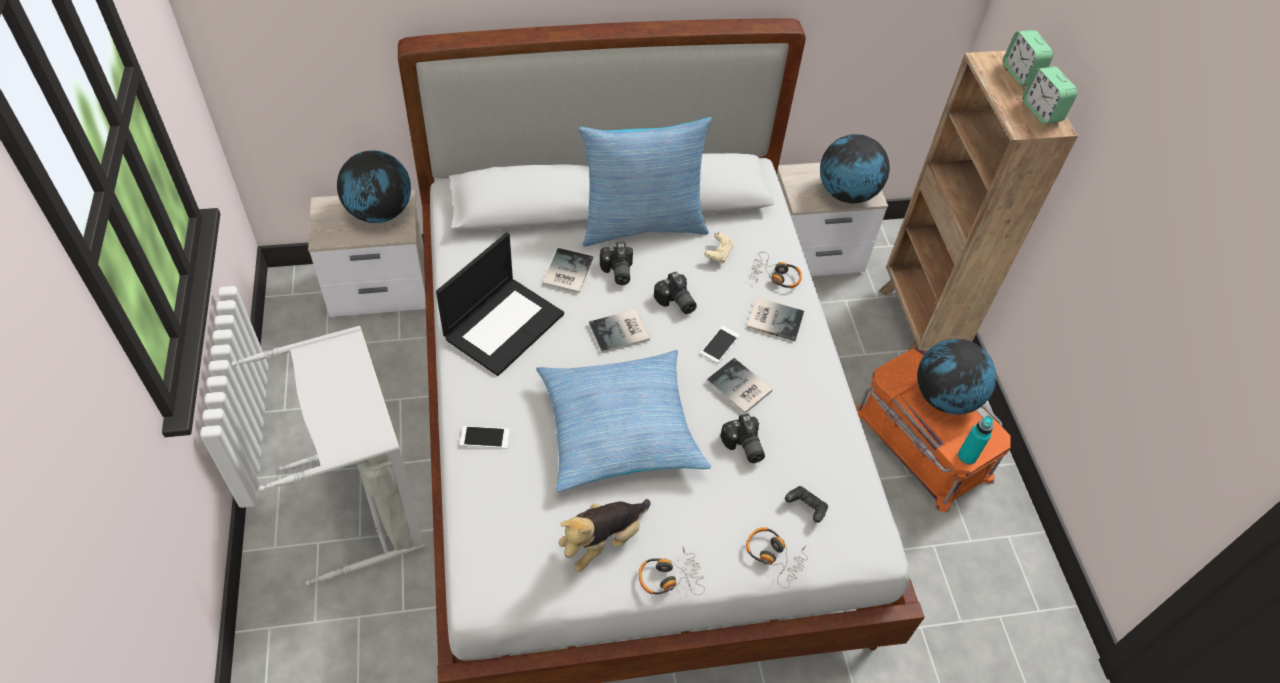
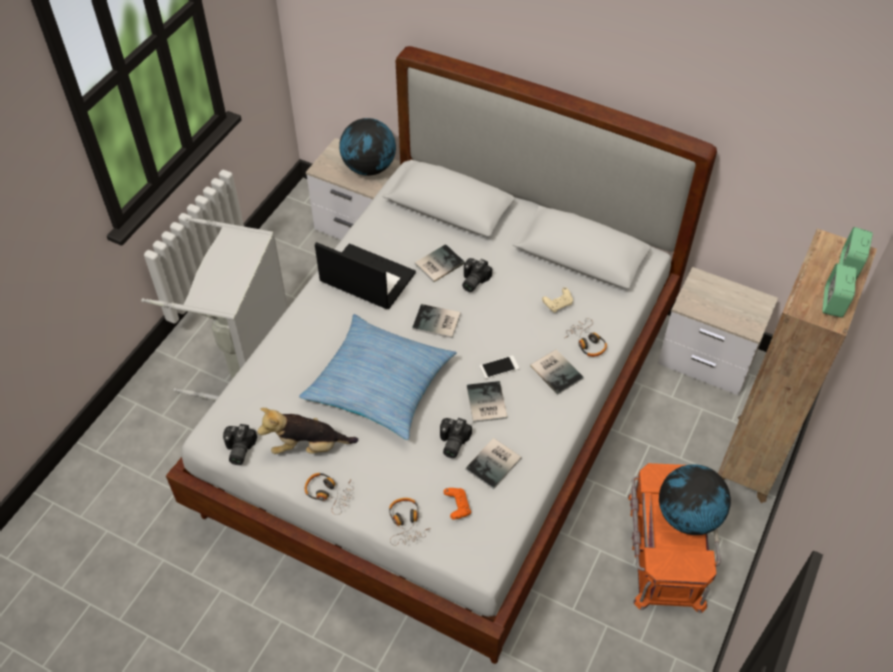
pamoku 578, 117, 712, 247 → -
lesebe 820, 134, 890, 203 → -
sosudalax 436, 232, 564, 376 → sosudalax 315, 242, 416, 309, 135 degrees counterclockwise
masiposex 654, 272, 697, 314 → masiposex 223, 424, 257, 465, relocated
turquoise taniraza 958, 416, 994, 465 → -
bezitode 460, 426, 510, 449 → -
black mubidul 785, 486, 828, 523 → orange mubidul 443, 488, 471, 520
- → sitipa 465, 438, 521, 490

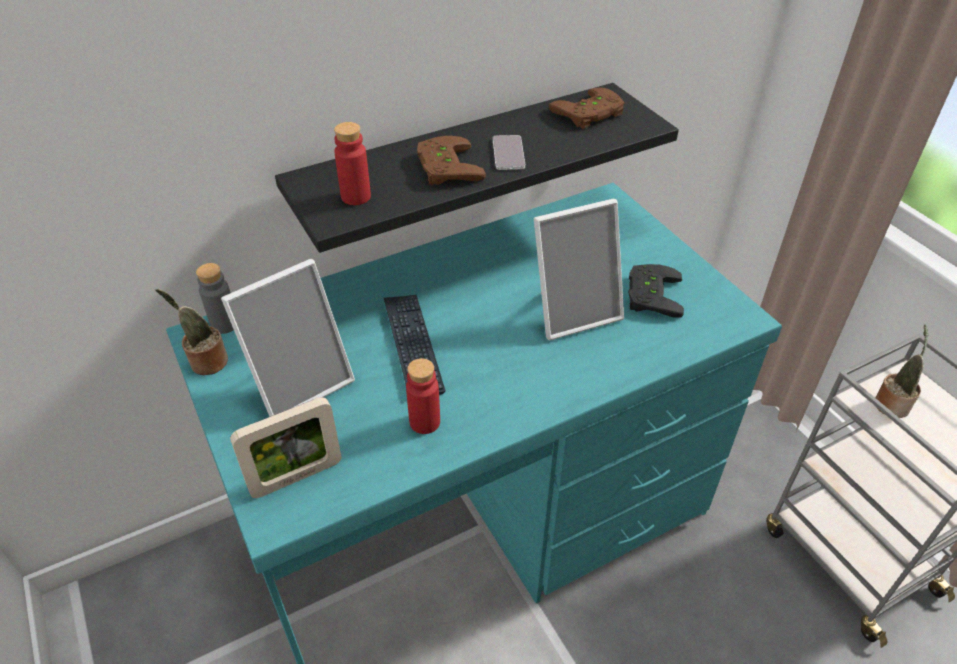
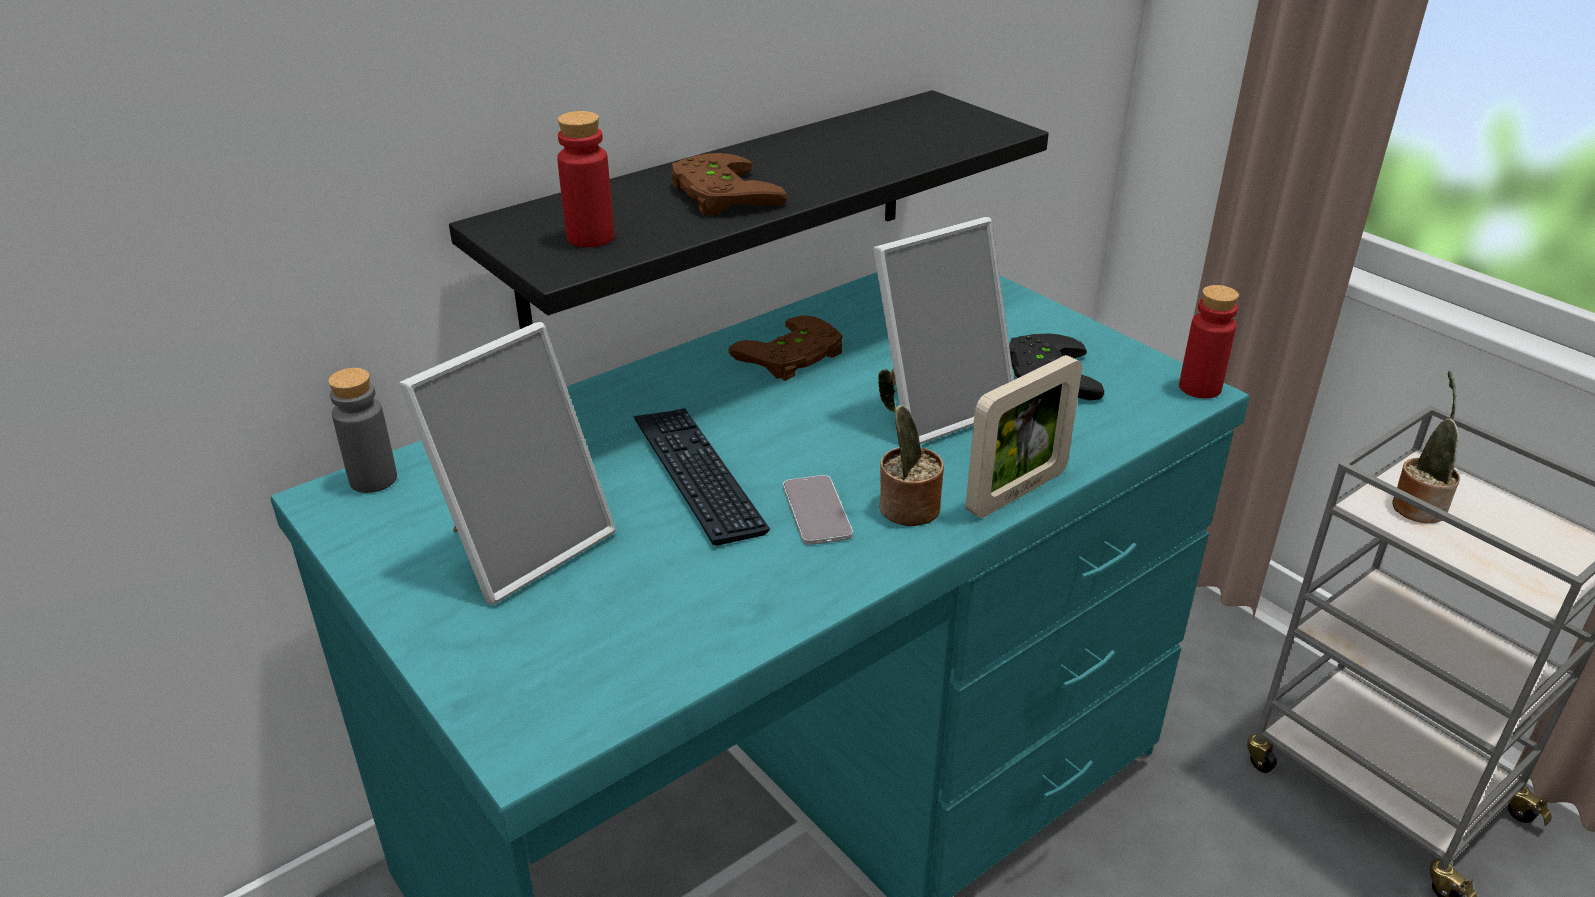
brown mubidul 549, 87, 625, 129 → brown mubidul 729, 315, 843, 381, relocated
bezitode 493, 135, 525, 170 → bezitode 783, 475, 853, 545, relocated
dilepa 155, 289, 228, 375 → dilepa 878, 369, 944, 526, relocated
red taniraza 406, 358, 440, 434 → red taniraza 1179, 285, 1239, 399, relocated
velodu 230, 397, 341, 498 → velodu 966, 355, 1082, 518, relocated

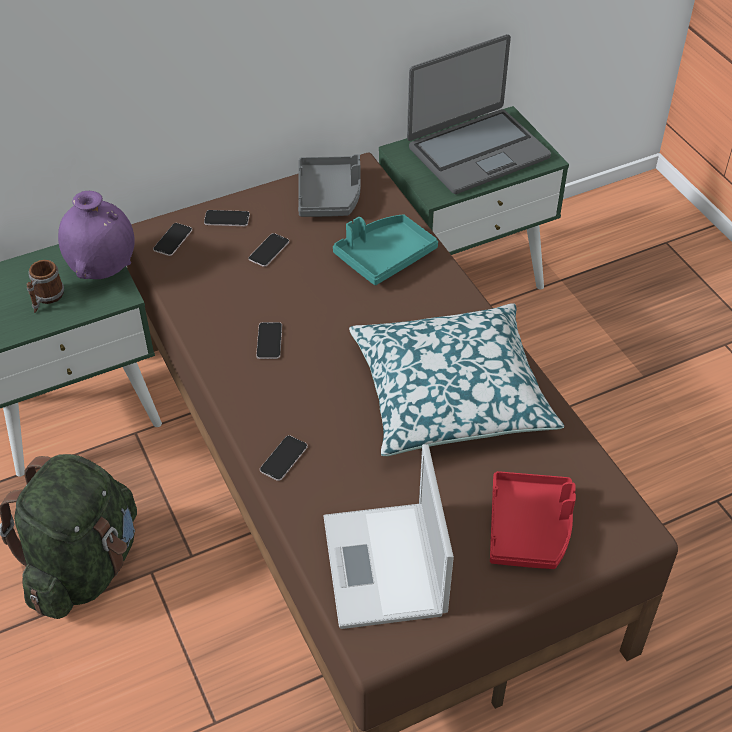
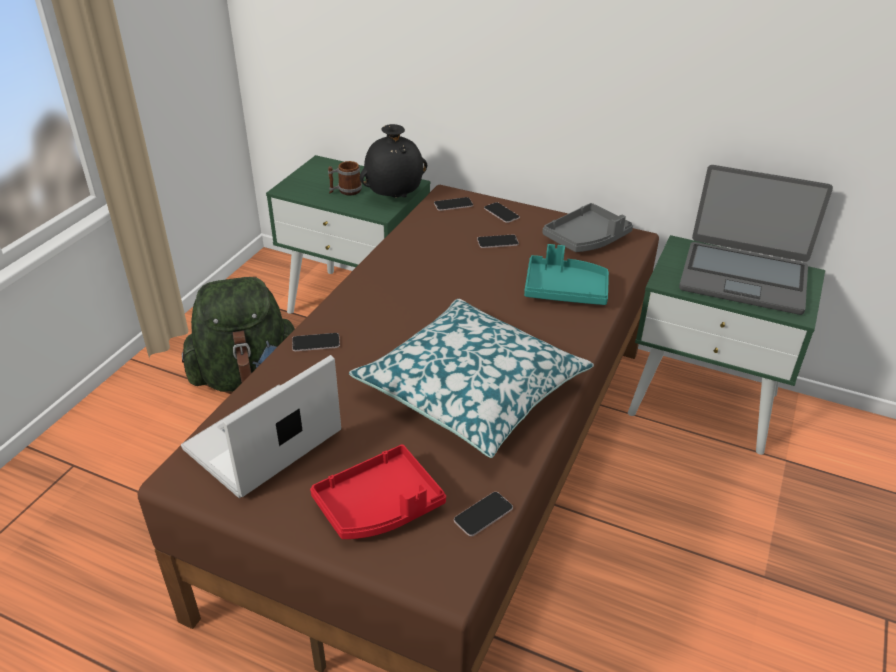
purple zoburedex 58, 191, 135, 279 → black zoburedex 360, 124, 427, 198
bezitode 256, 322, 282, 359 → bezitode 454, 492, 513, 537, relocated

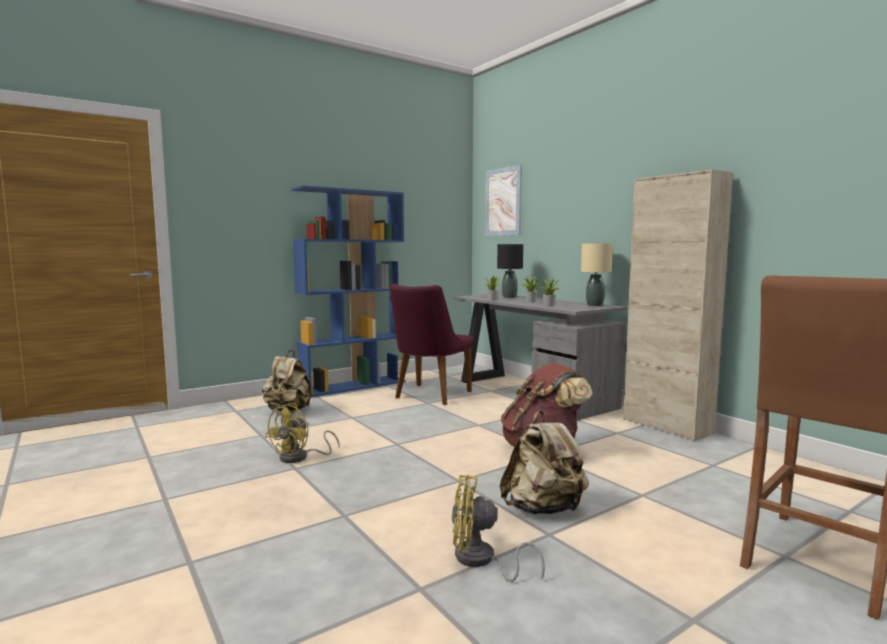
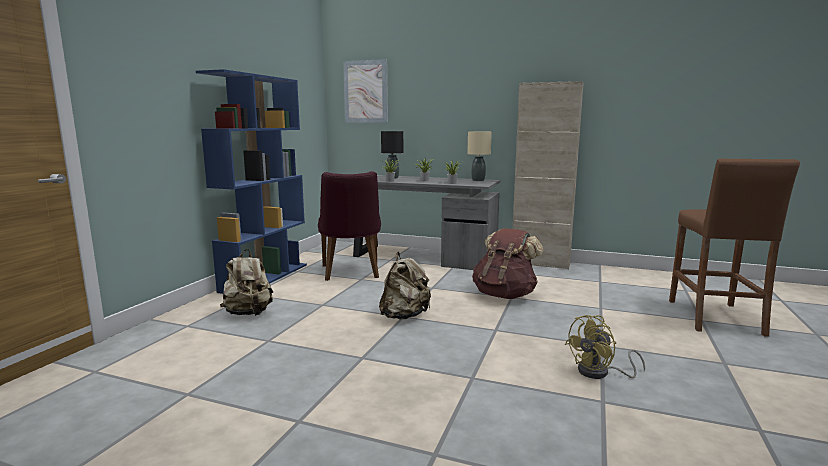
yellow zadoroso 265, 403, 340, 463 → -
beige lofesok 500, 410, 589, 514 → beige lofesok 379, 252, 431, 319, relocated

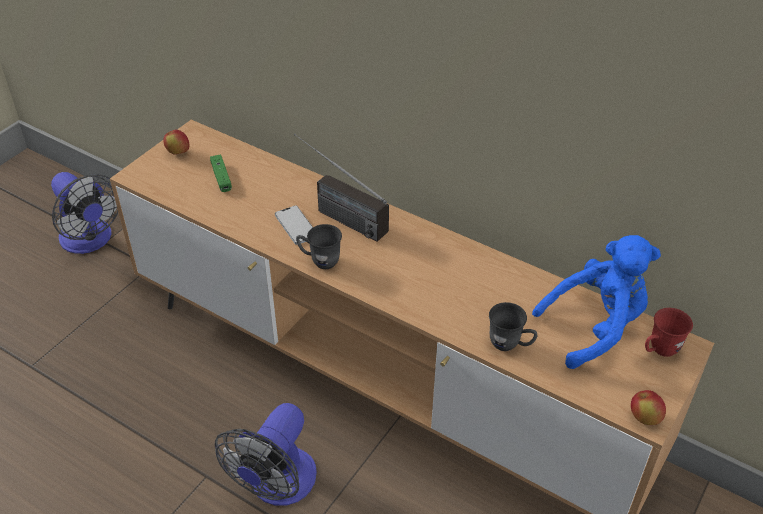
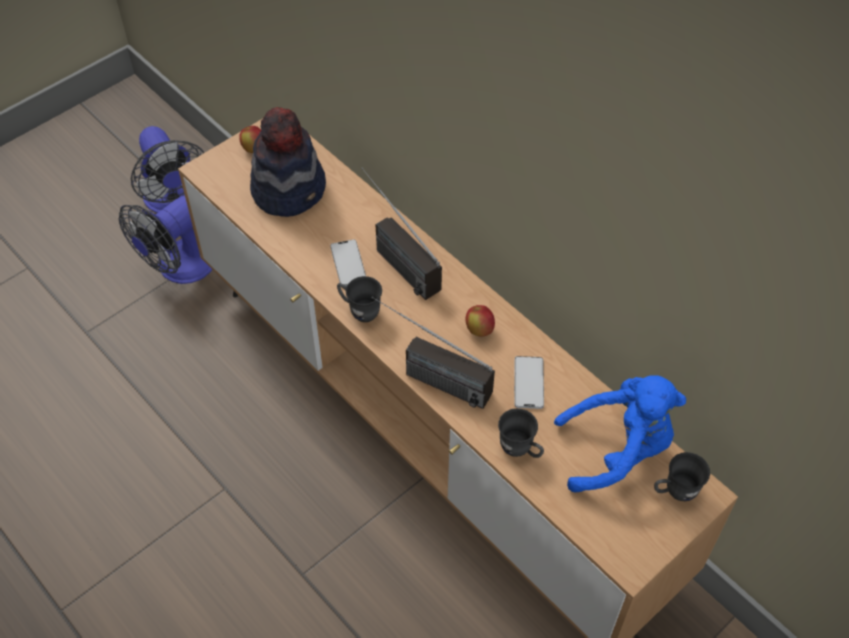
green mubidul 210, 154, 232, 192 → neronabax 250, 107, 326, 217
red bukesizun 645, 308, 693, 357 → grey bukesizun 654, 452, 710, 501
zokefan 631, 390, 666, 425 → zokefan 465, 305, 495, 337, relocated
zadoroso 215, 403, 317, 506 → zadoroso 119, 195, 212, 284, relocated
- → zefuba 372, 296, 495, 409
- → bezitode 514, 356, 544, 409

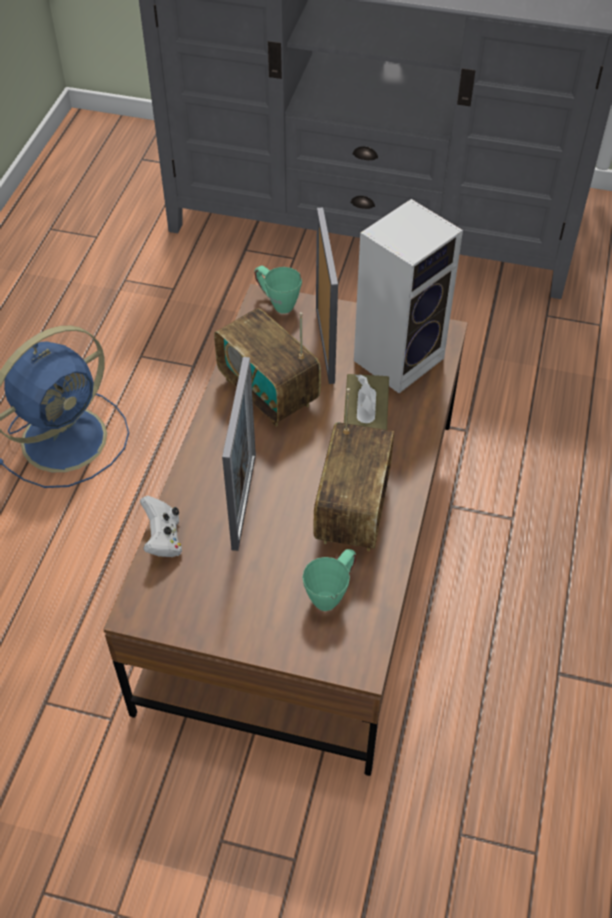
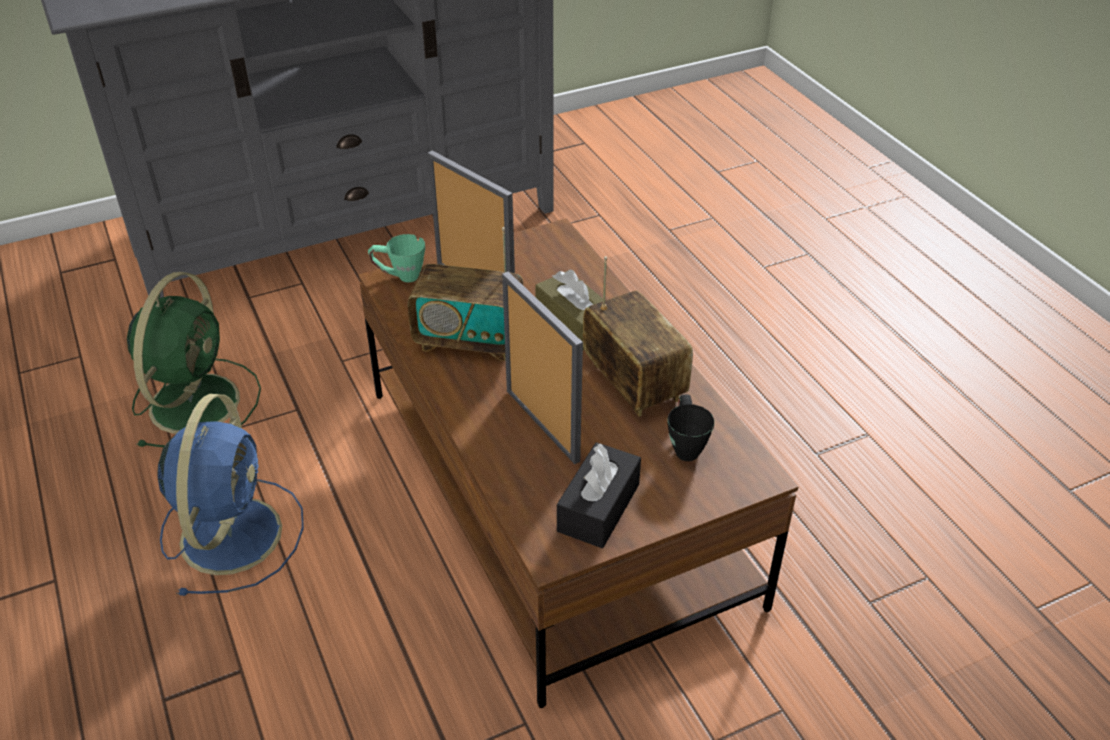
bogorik 354, 199, 463, 394 → -
white mubidul 140, 496, 182, 557 → -
green bukesizun 303, 549, 356, 611 → black bukesizun 668, 394, 714, 461
- → green zadoroso 127, 272, 261, 447
- → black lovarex 557, 442, 641, 548

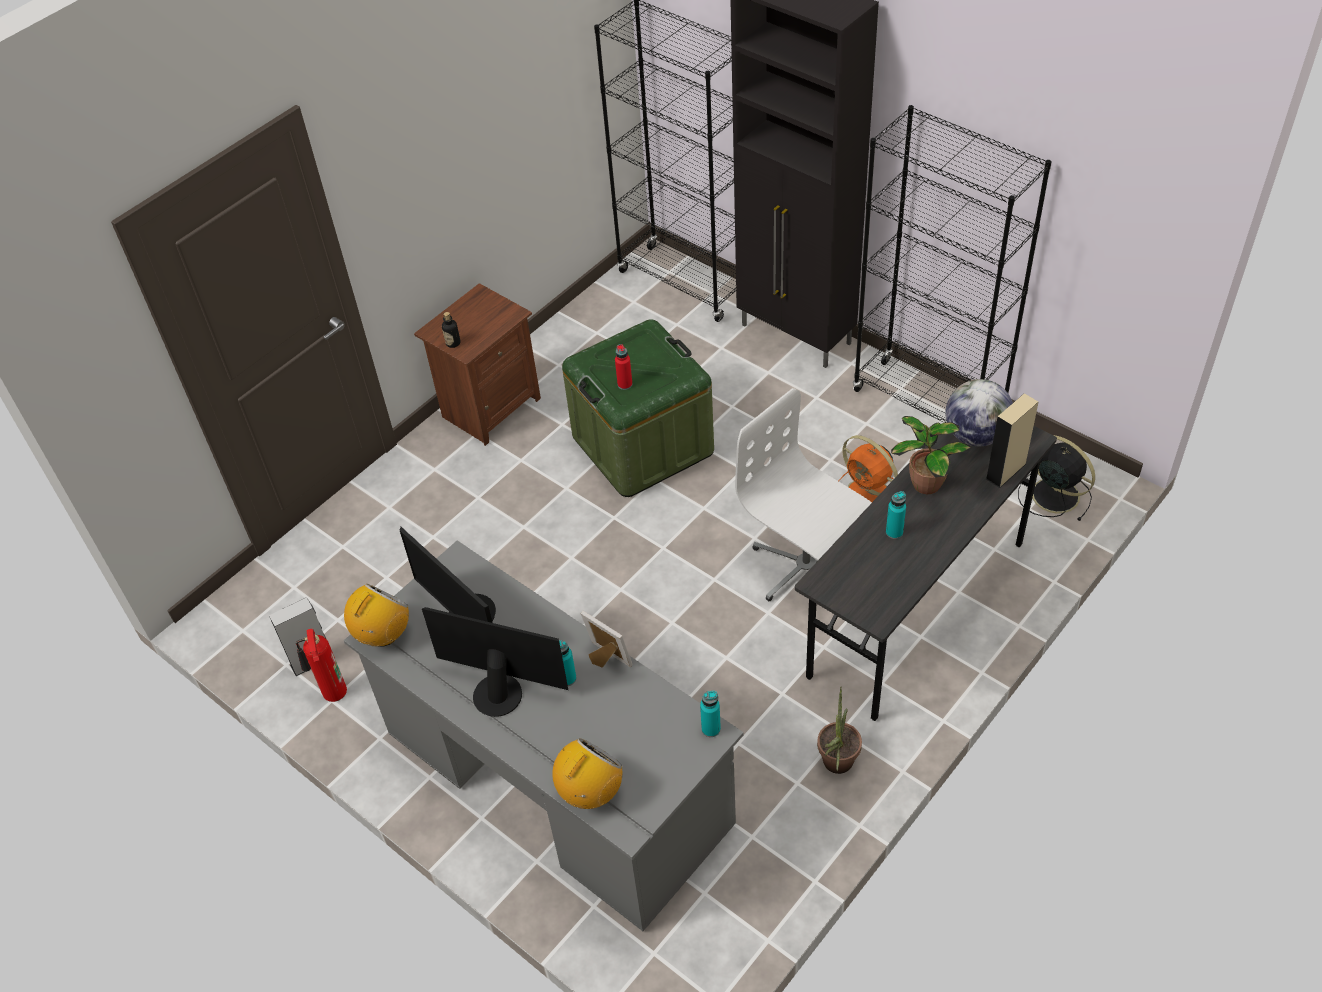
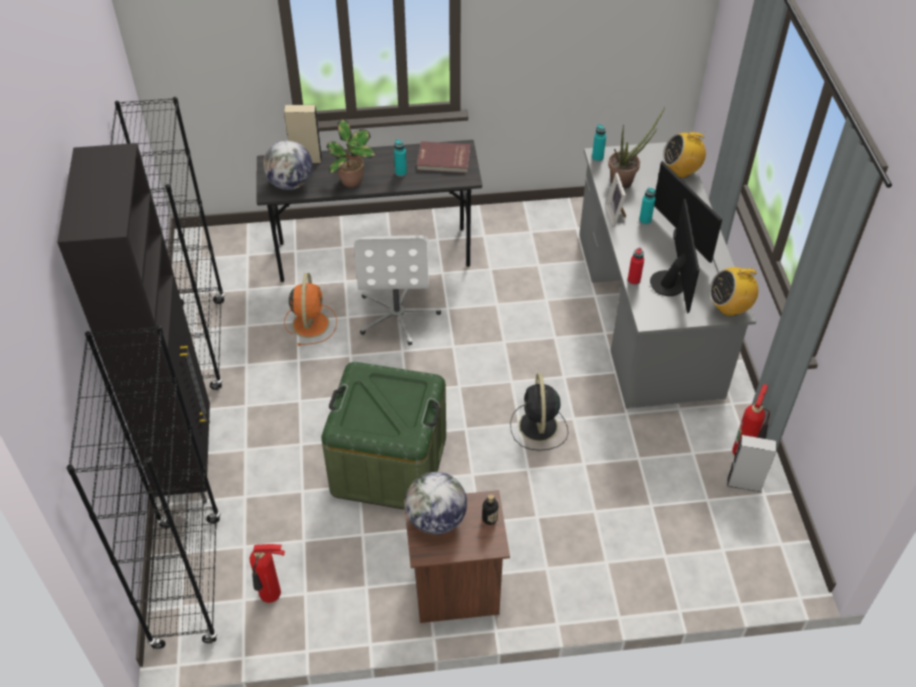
red taniraza 615, 344, 632, 390 → red taniraza 628, 248, 644, 285, relocated
black zadoroso 1018, 435, 1095, 521 → black zadoroso 510, 373, 568, 451, relocated
dilepa 817, 686, 862, 774 → dilepa 608, 107, 665, 189, relocated
- → red sitipa 417, 141, 471, 173
- → lesebe 405, 472, 467, 535
- → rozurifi 249, 544, 285, 603

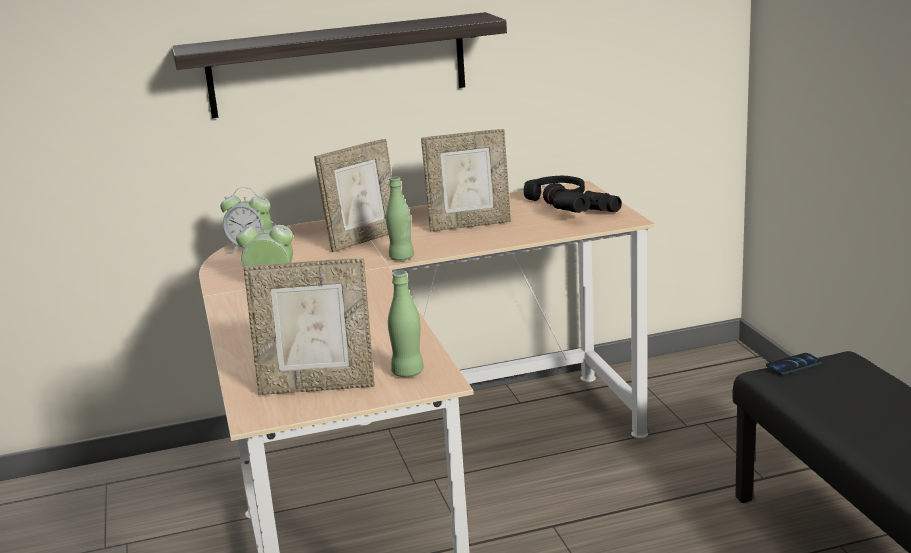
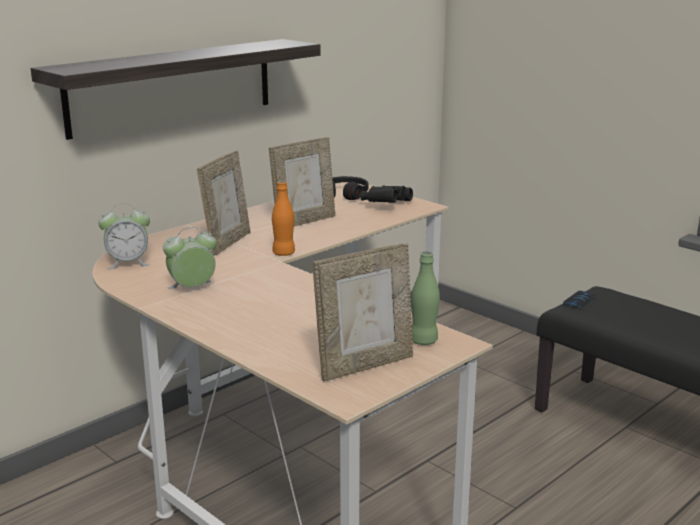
green taniraza 386, 177, 414, 261 → orange taniraza 272, 181, 295, 256

